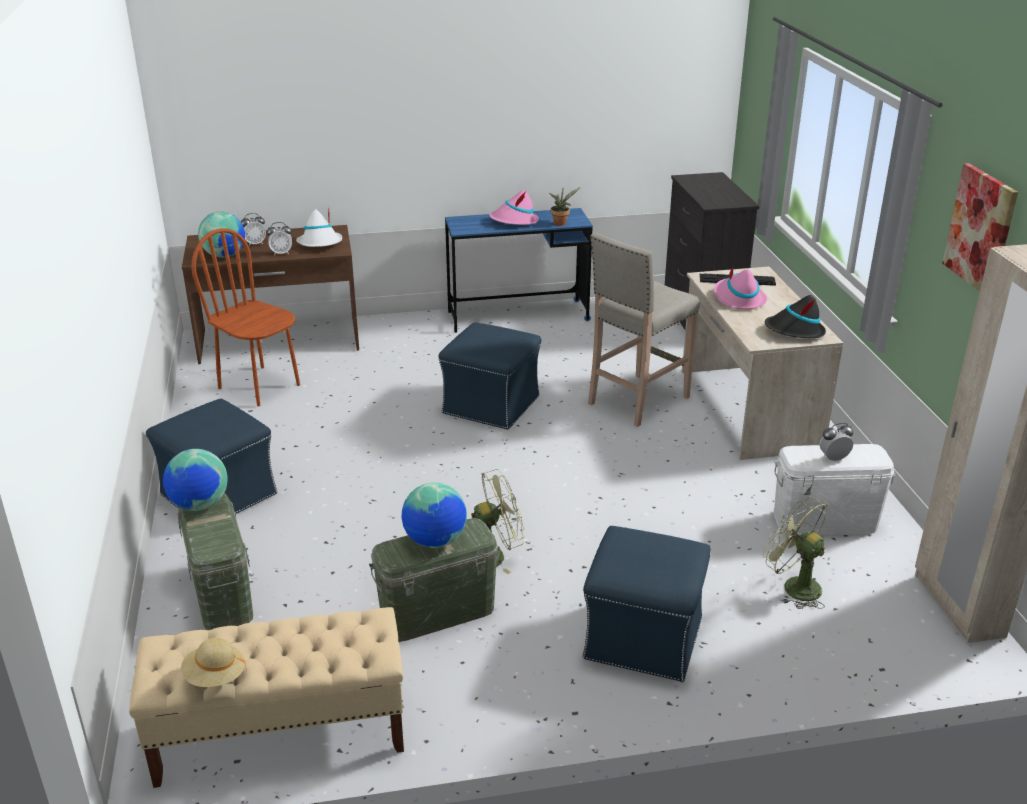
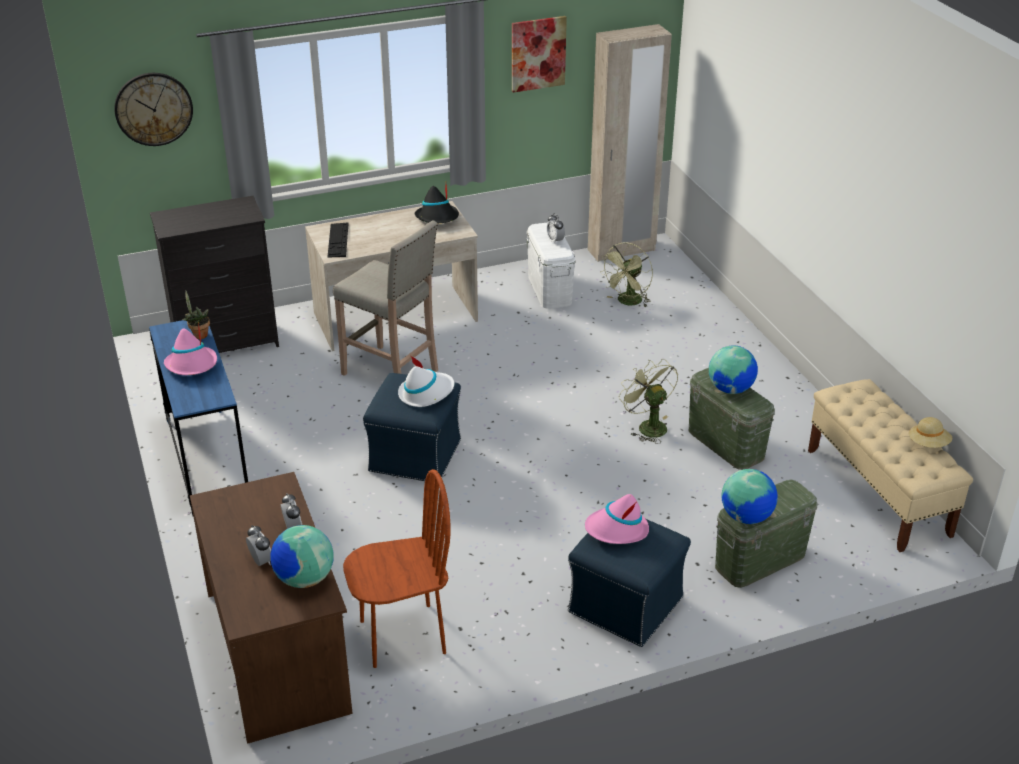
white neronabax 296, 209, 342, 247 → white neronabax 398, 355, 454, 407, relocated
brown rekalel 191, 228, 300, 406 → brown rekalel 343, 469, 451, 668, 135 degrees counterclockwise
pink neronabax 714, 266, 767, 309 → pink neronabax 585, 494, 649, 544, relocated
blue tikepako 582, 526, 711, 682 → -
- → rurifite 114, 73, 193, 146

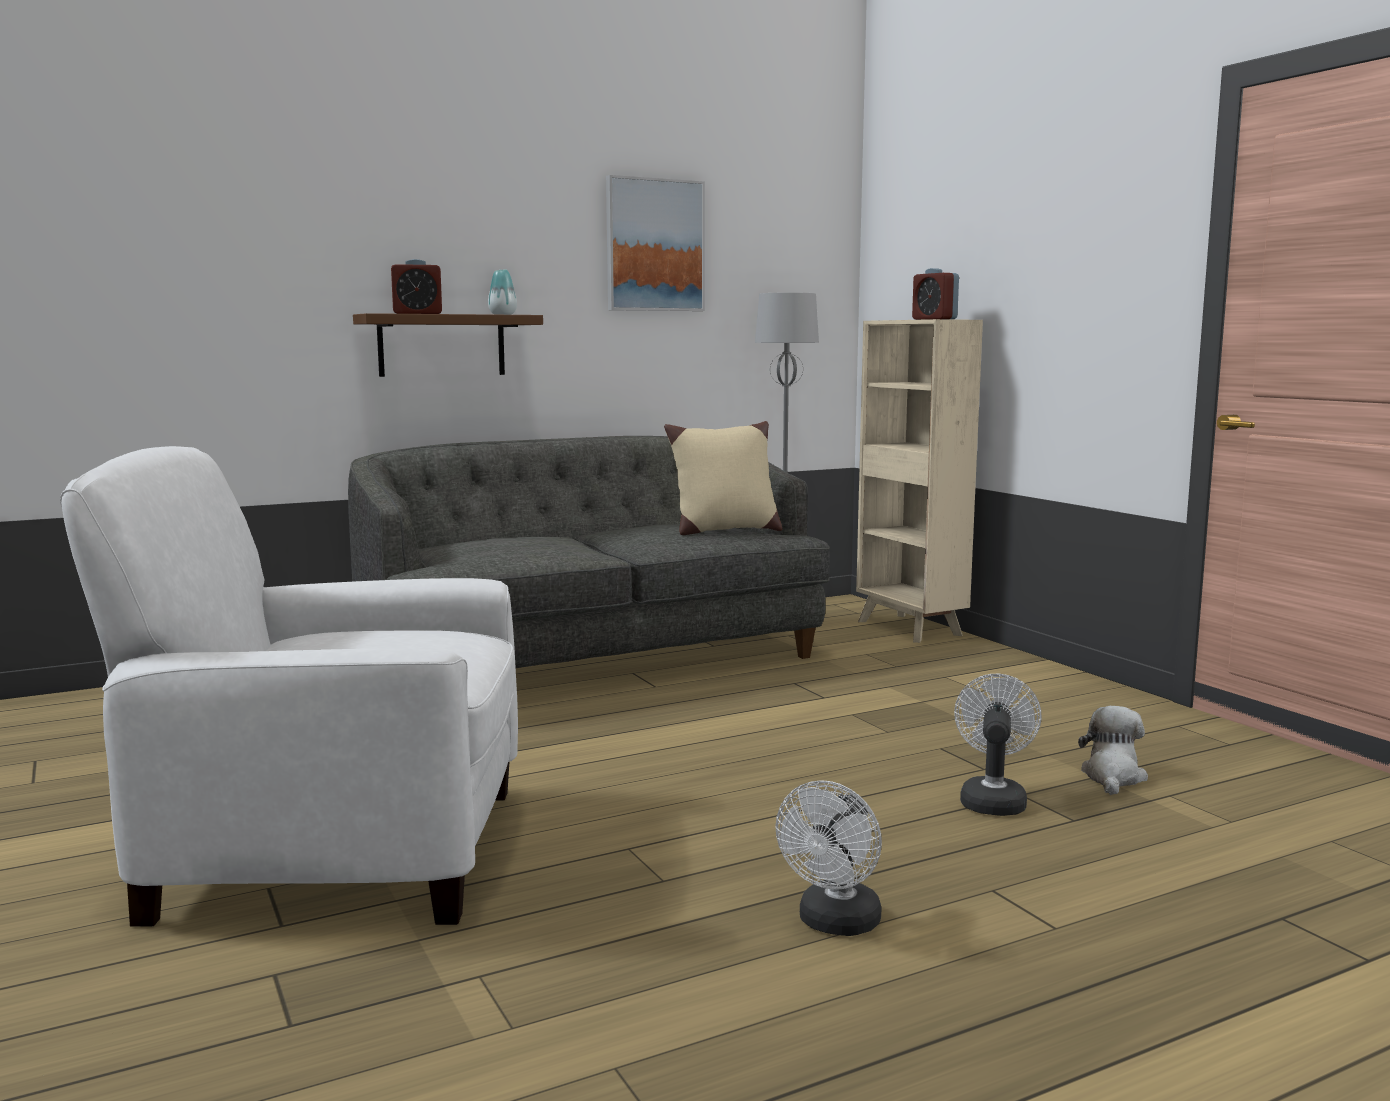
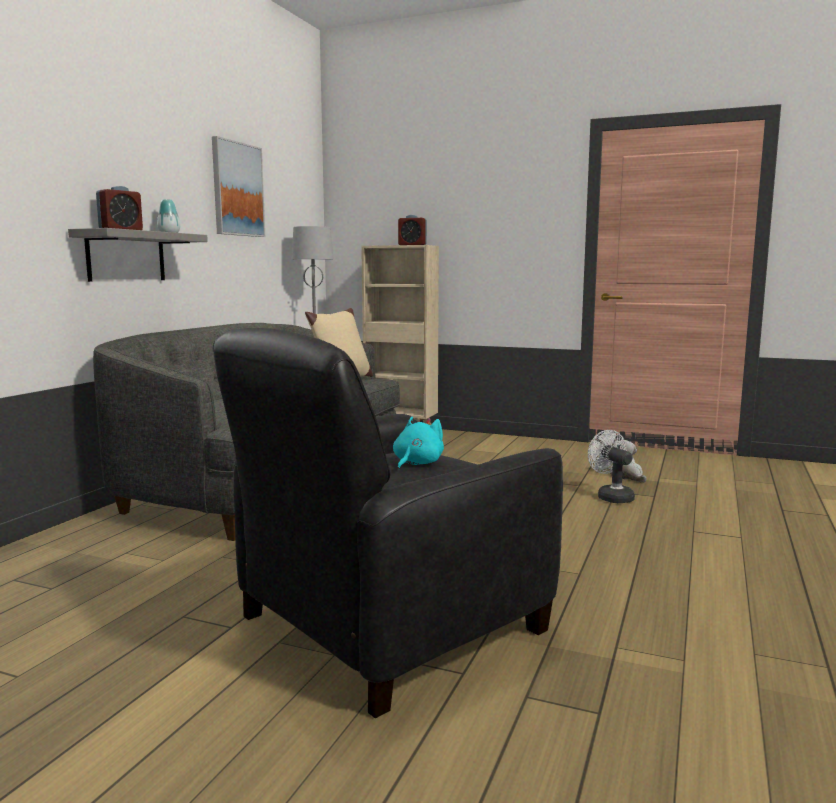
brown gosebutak 353, 313, 543, 377 → grey gosebutak 68, 228, 208, 282
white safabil 60, 446, 518, 927 → black safabil 213, 328, 563, 718
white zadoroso 775, 780, 882, 936 → -
- → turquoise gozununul 393, 417, 444, 470

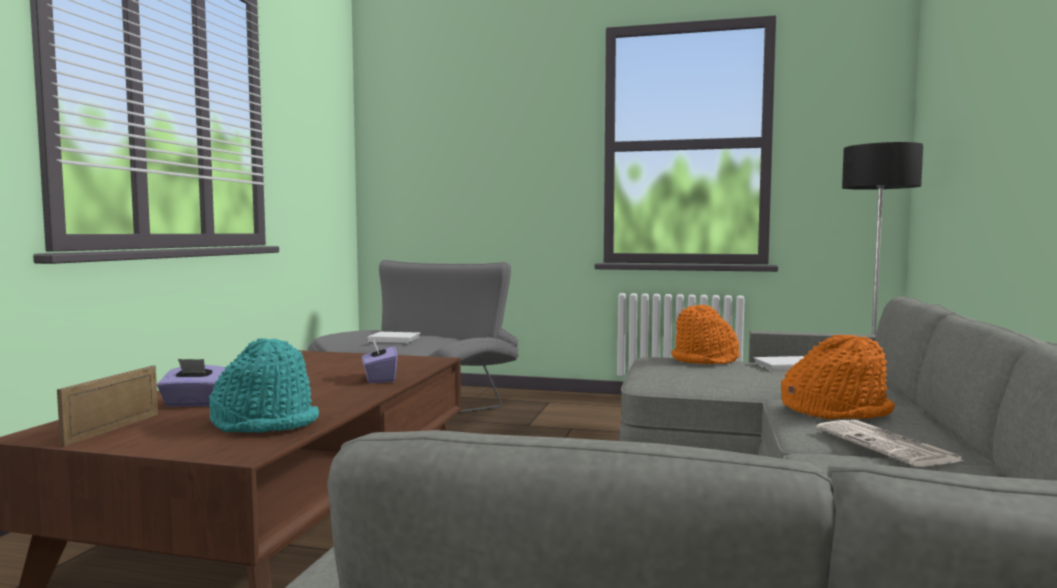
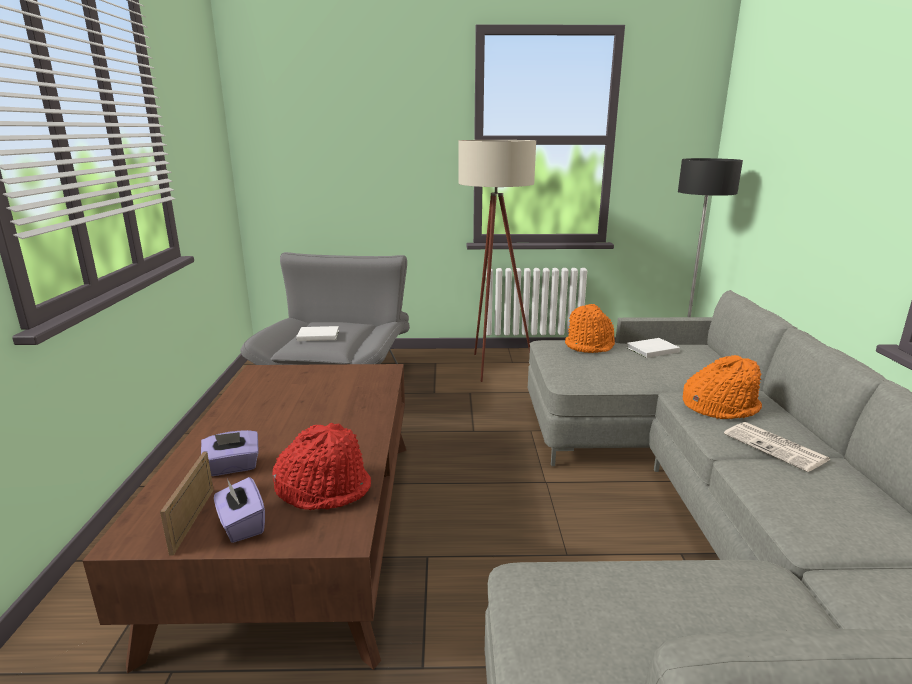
turquoise neronabax 209, 338, 319, 433 → red neronabax 273, 422, 371, 510
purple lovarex 362, 339, 397, 383 → purple lovarex 214, 477, 265, 543, relocated
- → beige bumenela 459, 140, 536, 382

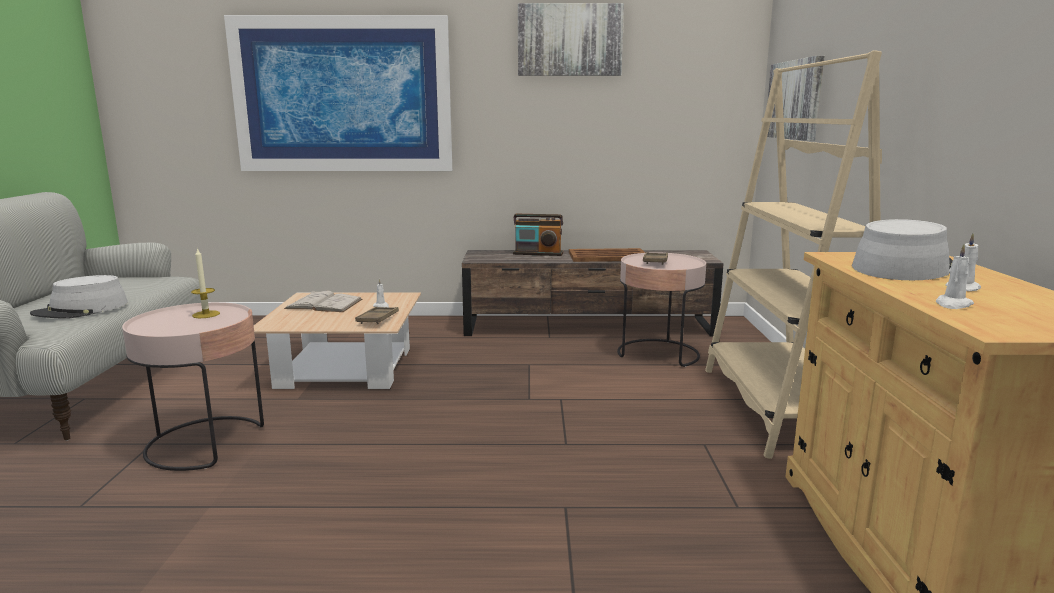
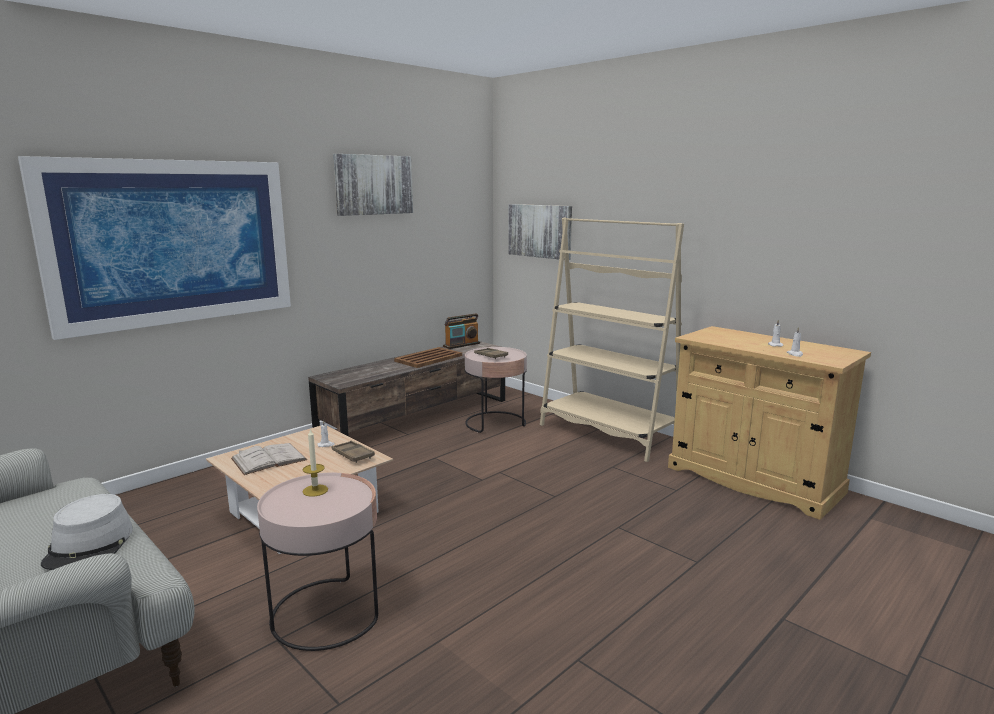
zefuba 513, 214, 563, 256 → zefuba 443, 313, 480, 349, relocated
grey neronabax 852, 219, 953, 280 → -

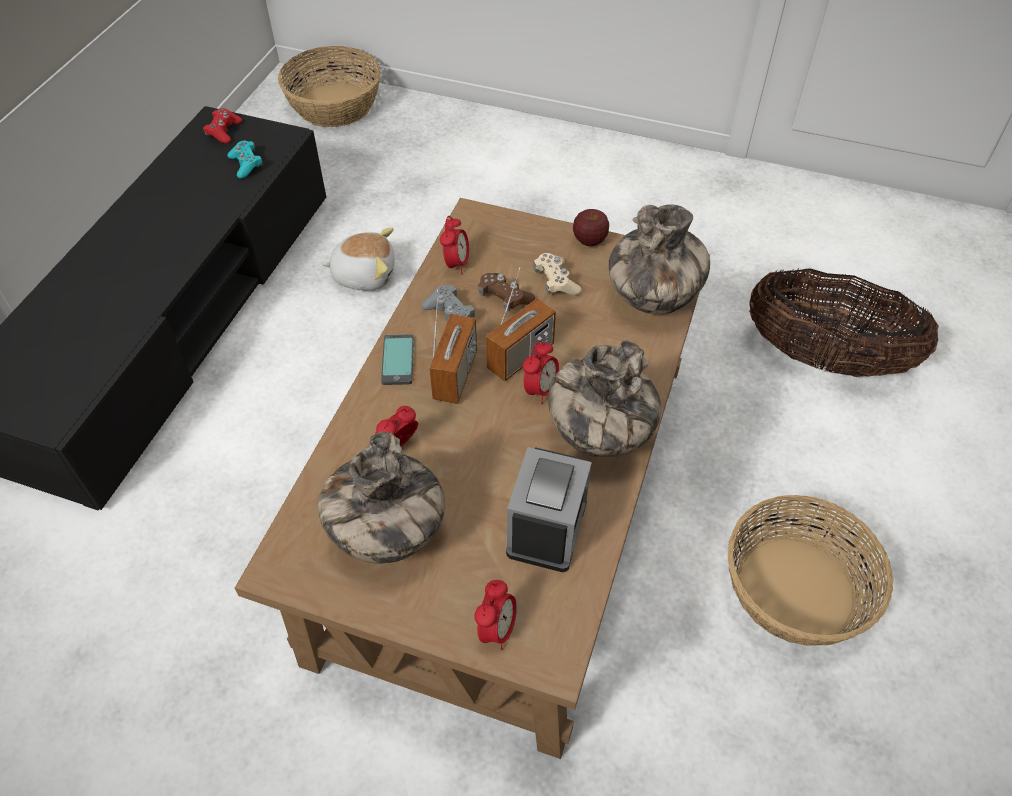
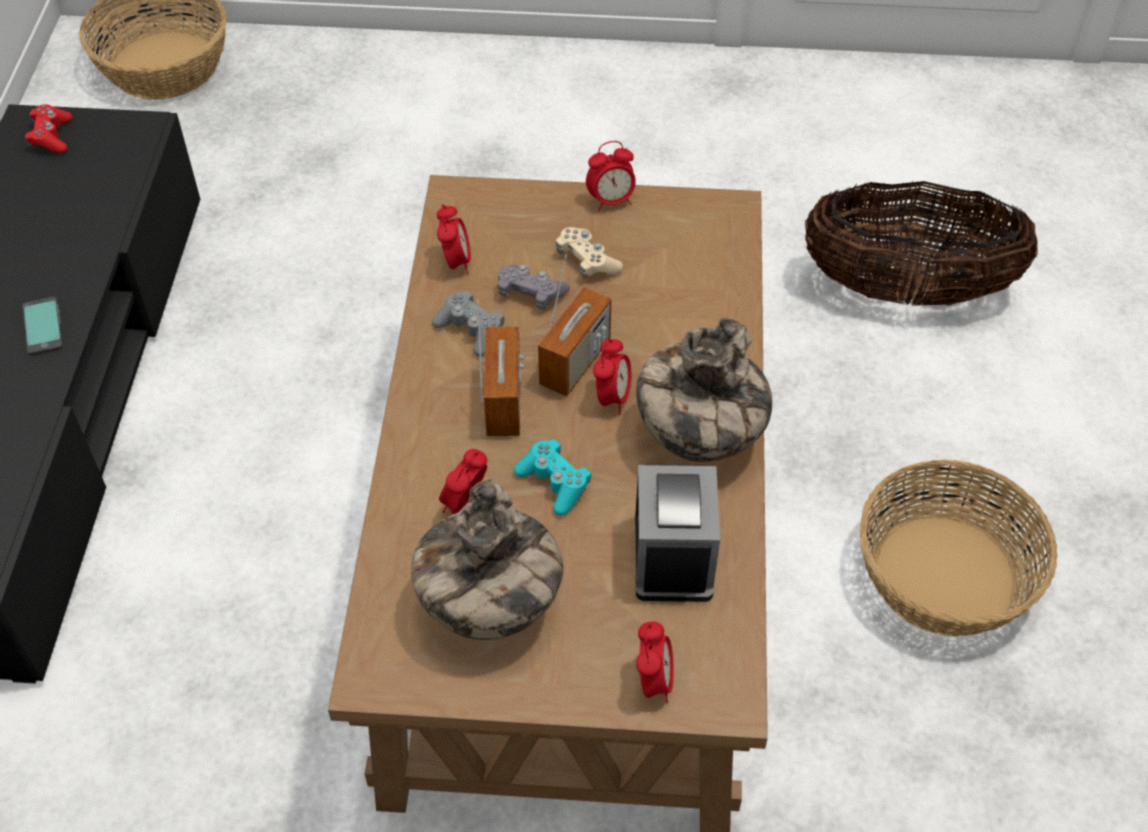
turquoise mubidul 228, 141, 263, 178 → turquoise mubidul 514, 439, 591, 516, relocated
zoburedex 609, 204, 710, 315 → -
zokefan 573, 209, 609, 246 → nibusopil 586, 141, 636, 212
gozununul 321, 228, 394, 290 → -
brown mubidul 478, 273, 535, 311 → grey mubidul 498, 264, 570, 310
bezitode 381, 334, 414, 385 → bezitode 23, 297, 63, 356, relocated

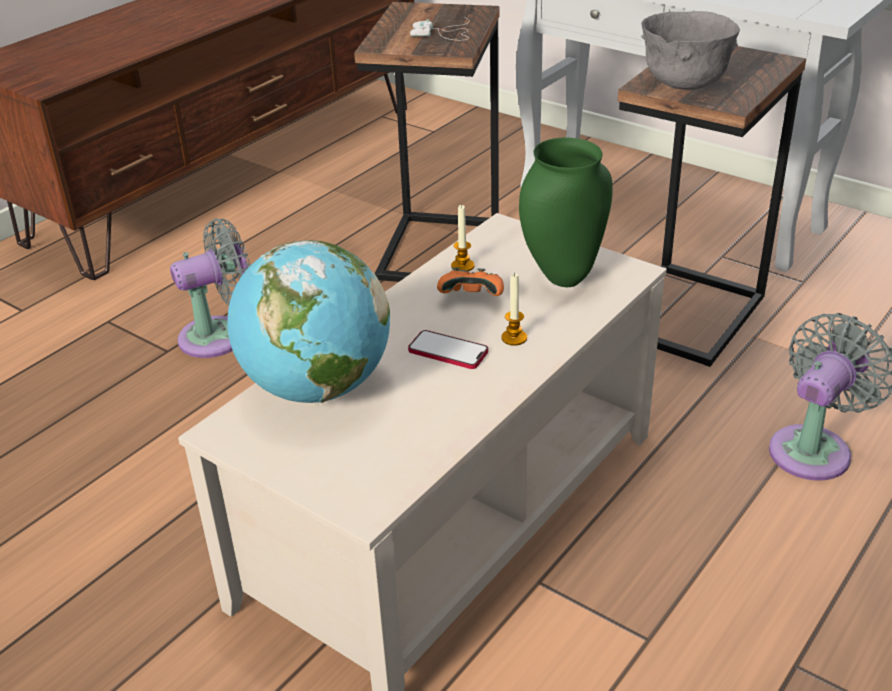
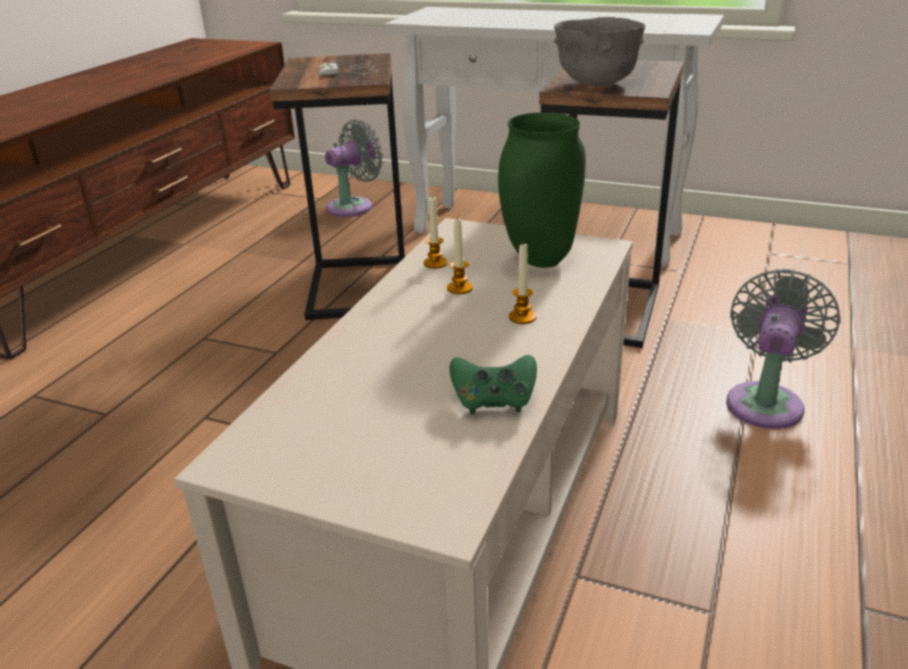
grey zadoroso 170, 218, 251, 358 → grey zadoroso 325, 119, 383, 217, relocated
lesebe 227, 240, 390, 403 → -
orange mubidul 437, 267, 504, 296 → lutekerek 447, 217, 473, 294
bezitode 408, 330, 488, 369 → -
- → green mubidul 450, 355, 537, 414

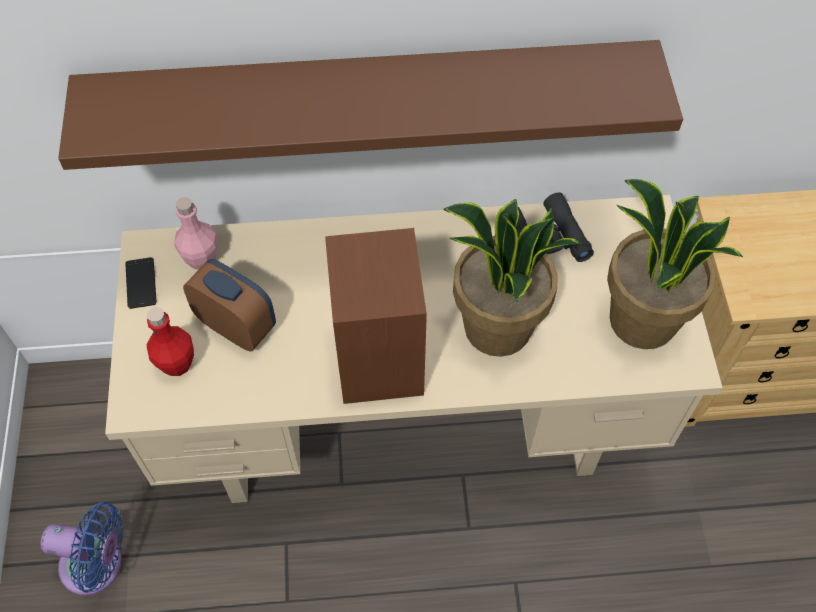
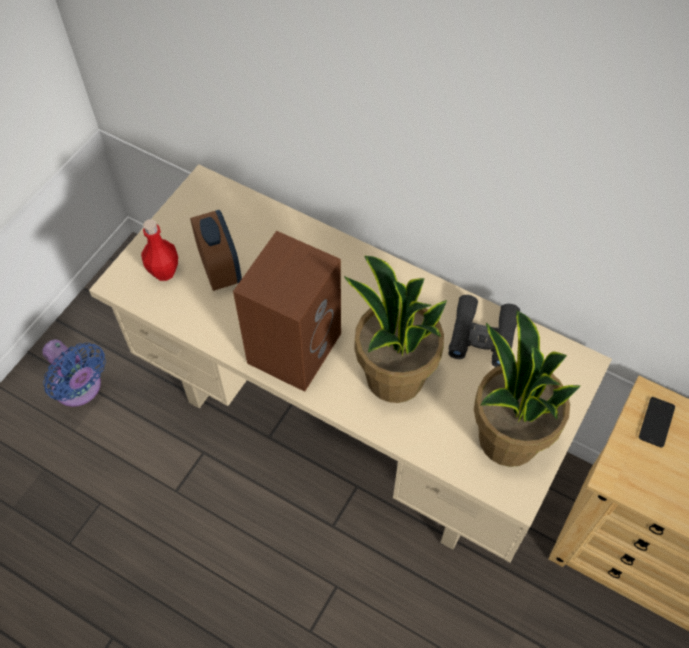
brown gosebutak 58, 40, 683, 170 → -
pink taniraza 174, 197, 218, 270 → -
bezitode 125, 257, 157, 309 → bezitode 639, 397, 675, 448, relocated

